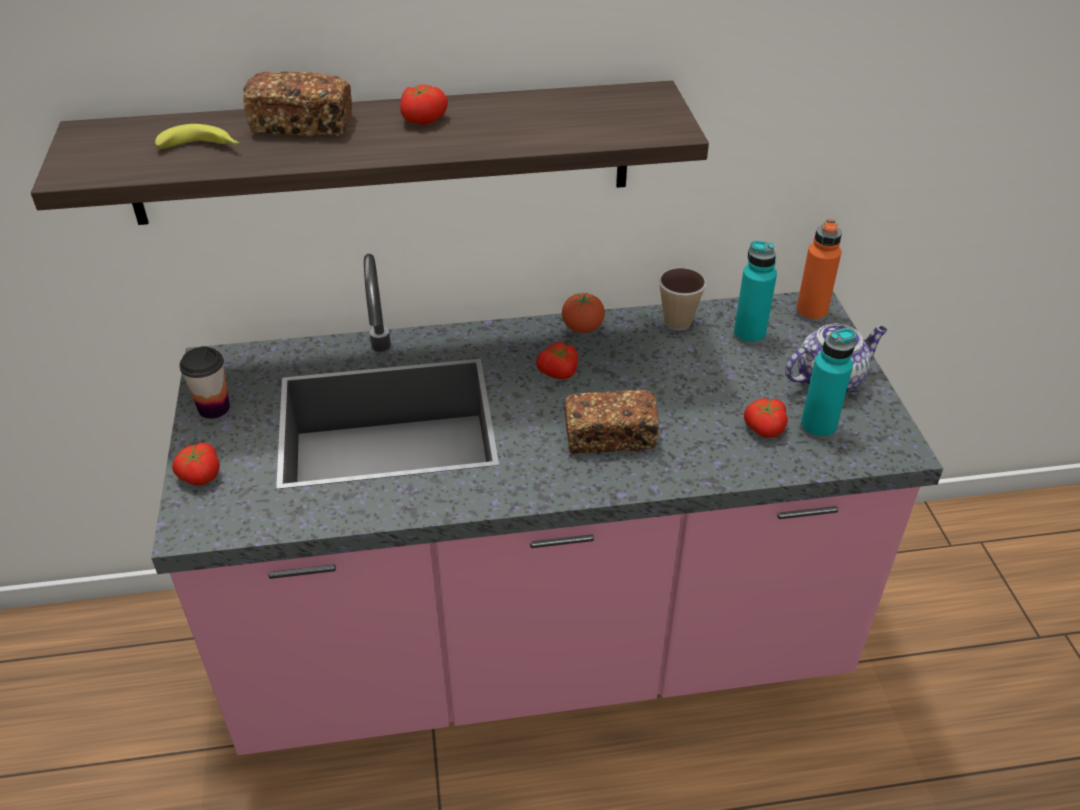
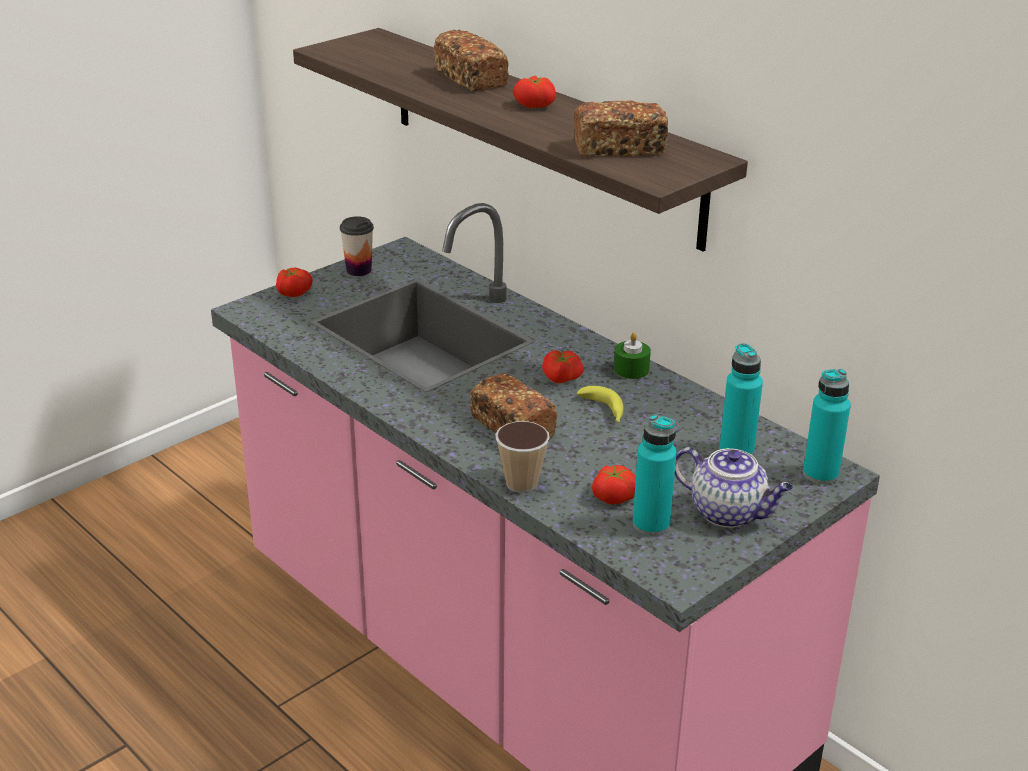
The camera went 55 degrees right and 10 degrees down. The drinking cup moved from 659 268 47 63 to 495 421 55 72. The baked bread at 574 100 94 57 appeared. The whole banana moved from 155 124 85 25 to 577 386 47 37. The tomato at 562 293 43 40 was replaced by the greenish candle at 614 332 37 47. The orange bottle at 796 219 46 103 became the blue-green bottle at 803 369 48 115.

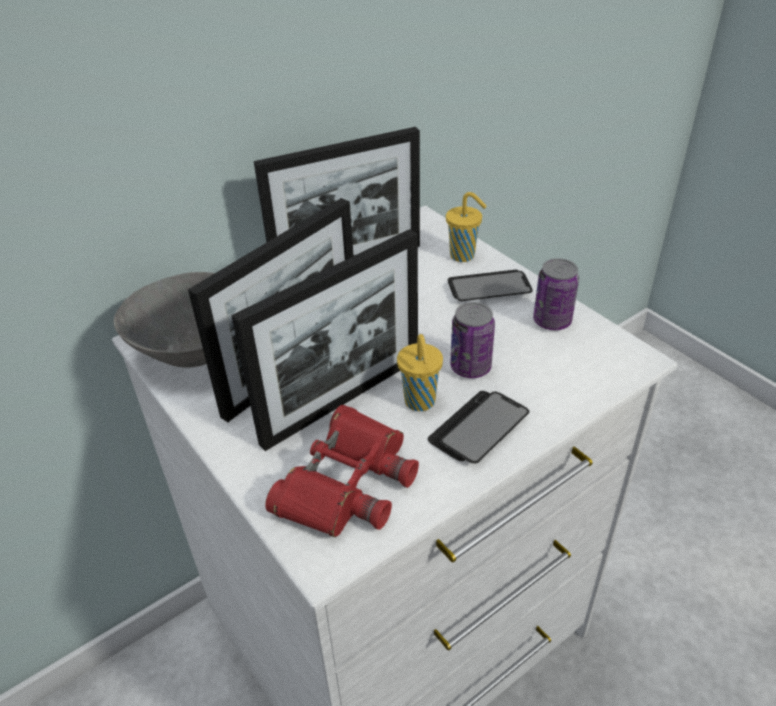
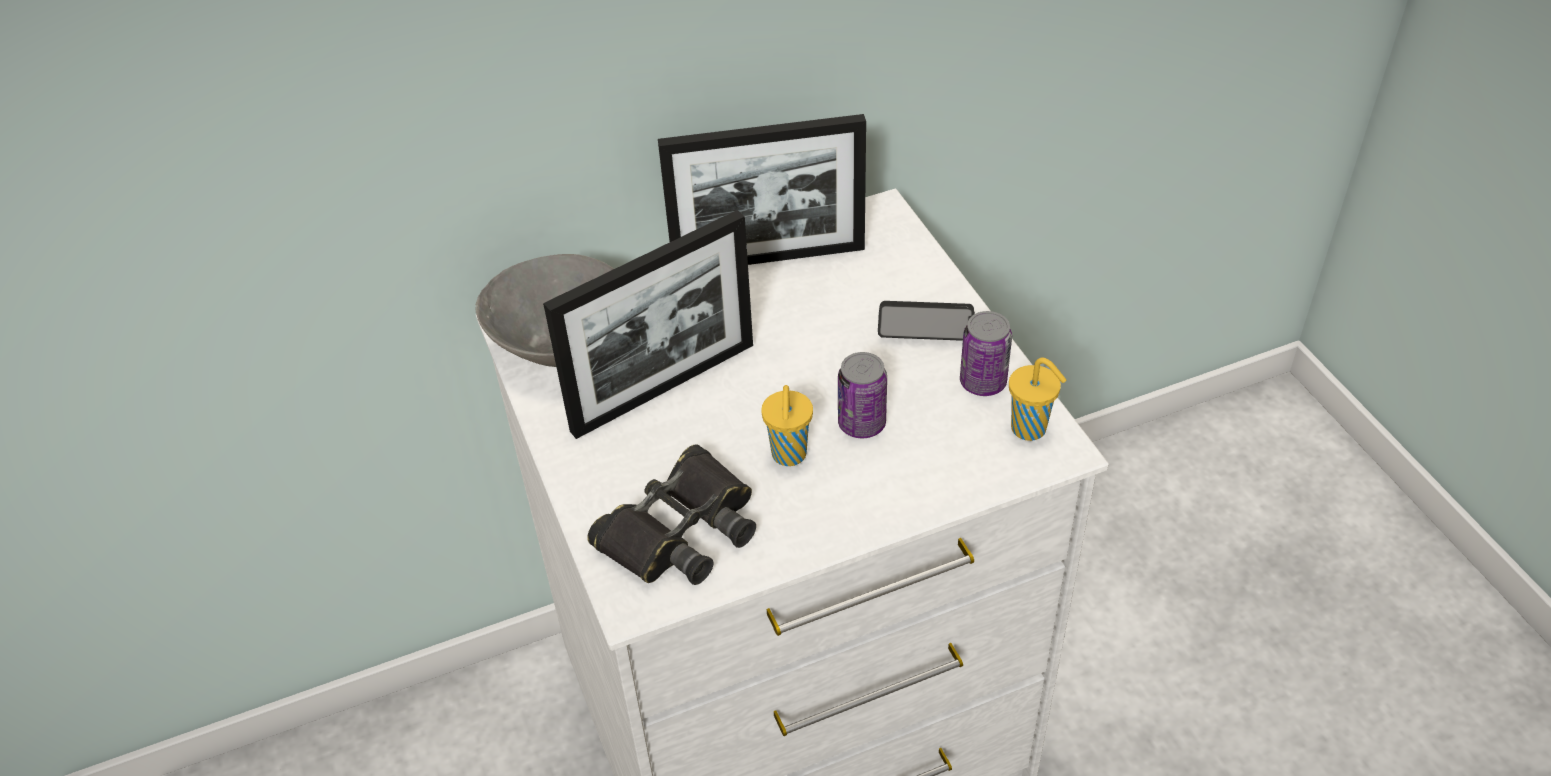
The camera went 15 degrees right and 5 degrees up. The red pair of binoculars at 265 405 154 132 became the black-coloured pair of binoculars at 587 444 169 141. The yellow-coloured drinking cup moved from 446 192 41 70 to 1009 357 57 84. The photo frame at 231 229 187 222 disappeared. The phone at 428 391 102 72 disappeared.

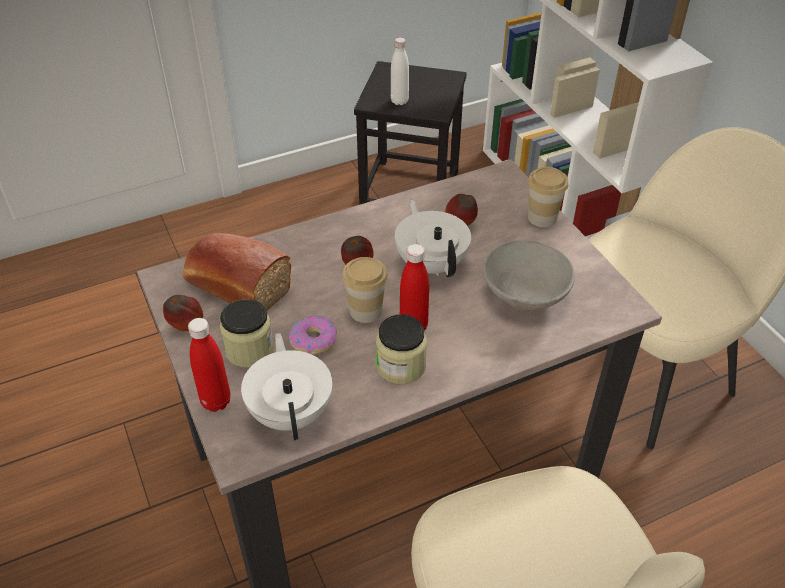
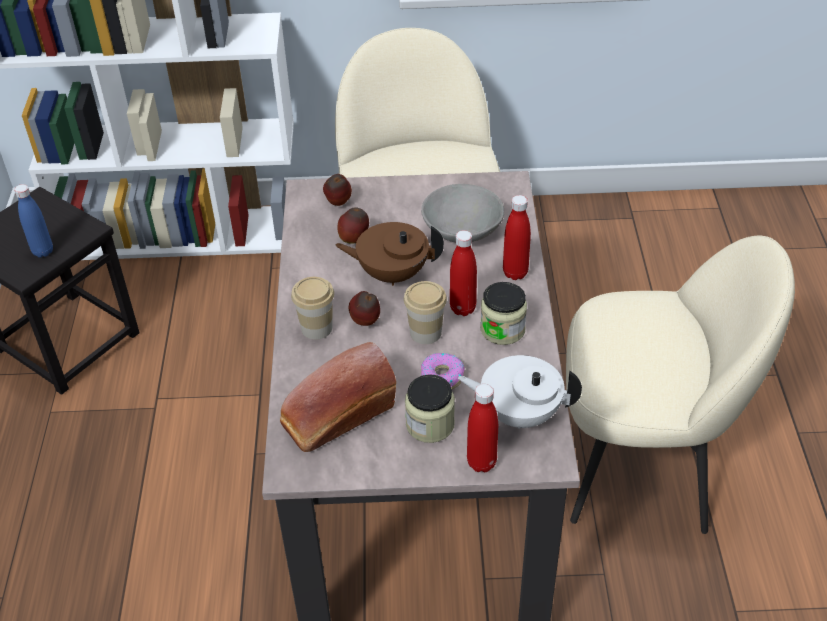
The camera went 65 degrees left and 0 degrees up. The whitish bottle at 391 37 18 68 became the blue bottle at 14 184 39 74. The drinking cup moved from 528 167 40 60 to 291 277 43 63. The whole apple moved from 163 295 40 36 to 323 174 29 32. The whitish teapot at 395 200 76 77 became the brown-coloured teapot at 335 222 109 64. The red bottle at 503 195 28 85 appeared.

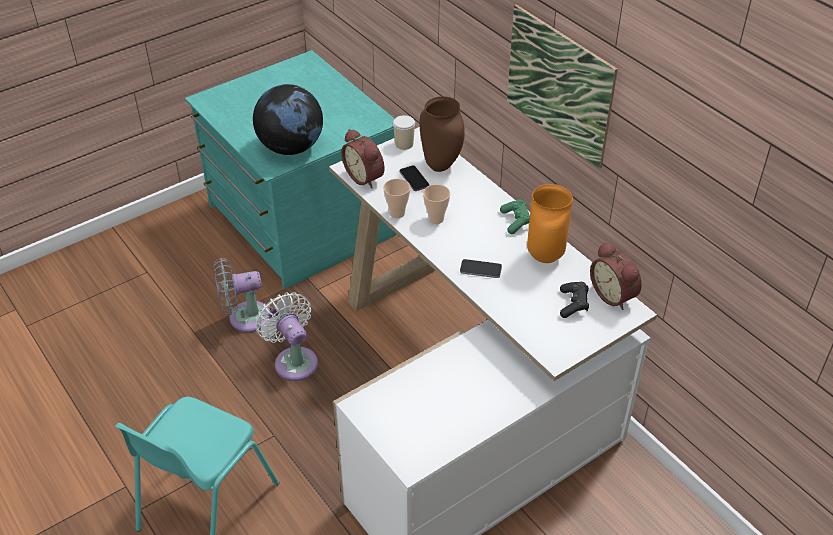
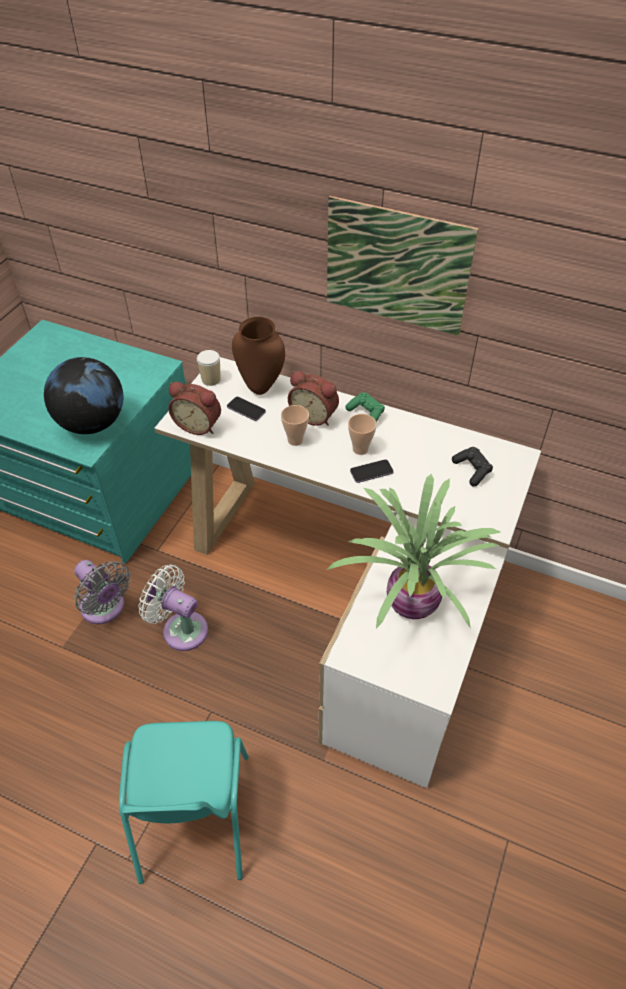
The camera went 30 degrees left and 5 degrees up. The grey cooling fan at 214 258 56 75 turned 90 degrees counterclockwise. The bedside clock moved from 590 242 52 68 to 288 371 51 55. The plant in a pot at 326 474 174 155 appeared. The drinking cup moved from 383 179 28 39 to 348 414 29 41. The orange vase at 527 184 46 79 disappeared.

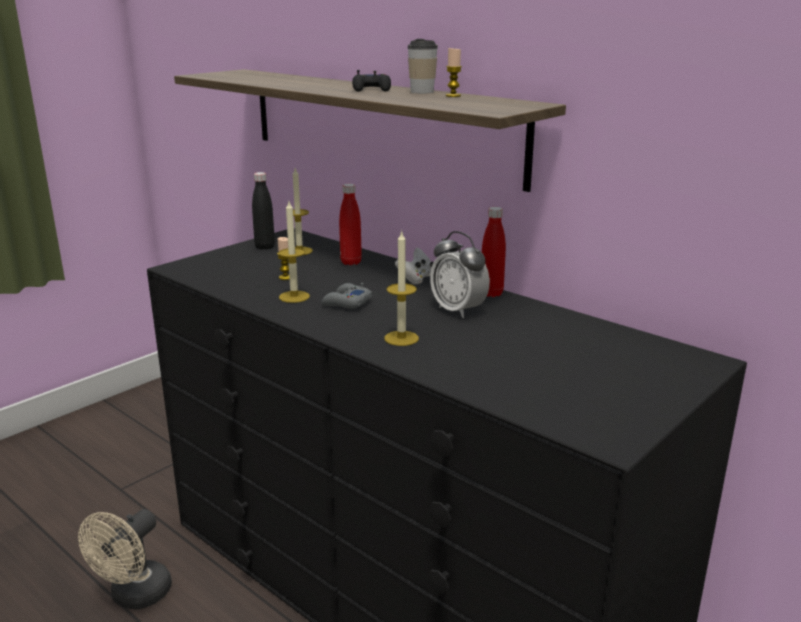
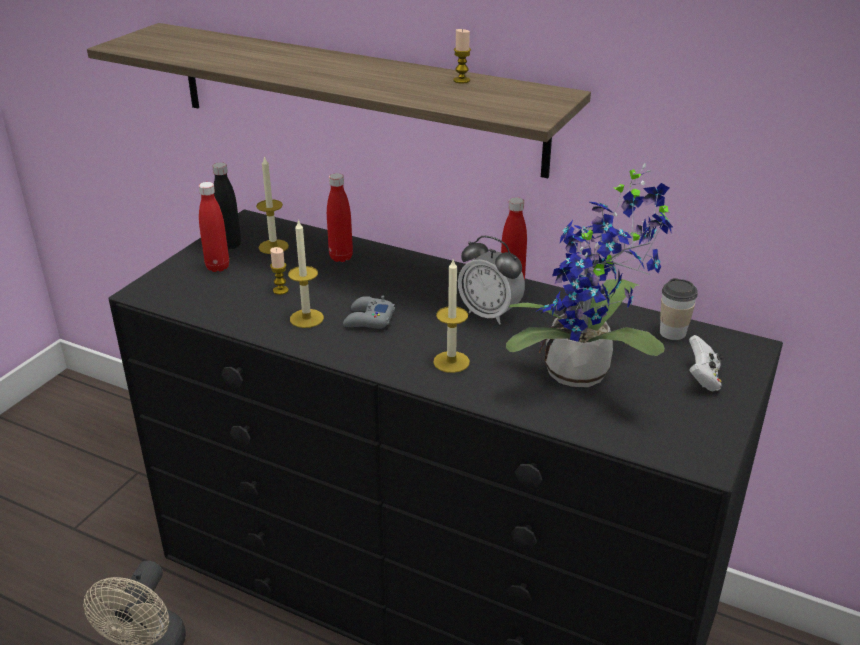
The camera went 15 degrees left and 10 degrees up. The red bottle at 199 182 30 90 appeared. The plant in a pot at 506 163 168 224 appeared. The drinking cup moved from 407 39 31 55 to 660 278 38 62. The whitish game controller moved from 395 248 39 37 to 689 335 34 56. The black-coloured game controller at 352 70 39 22 disappeared.

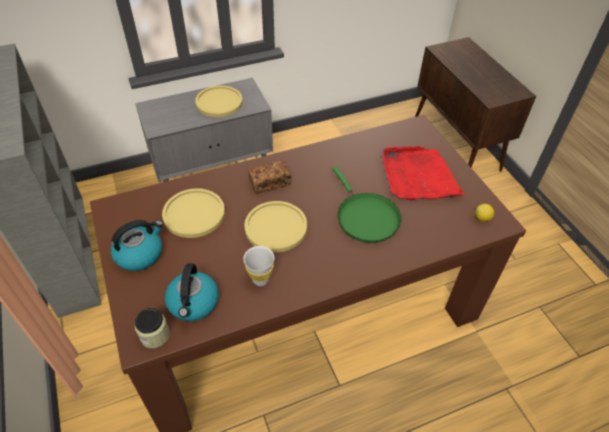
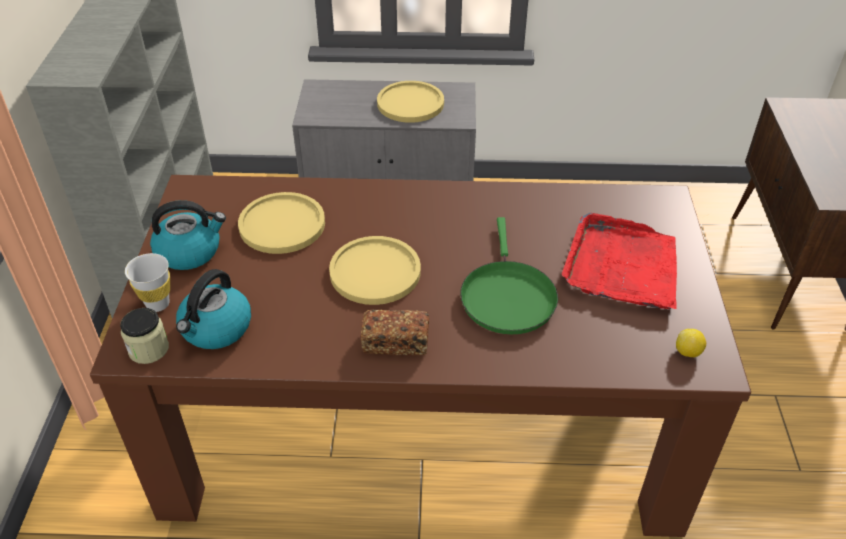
The camera went 25 degrees right and 5 degrees down. The whitish drinking cup moved from 243 246 31 40 to 125 253 45 59. The baked bread moved from 249 161 42 33 to 361 310 68 45.

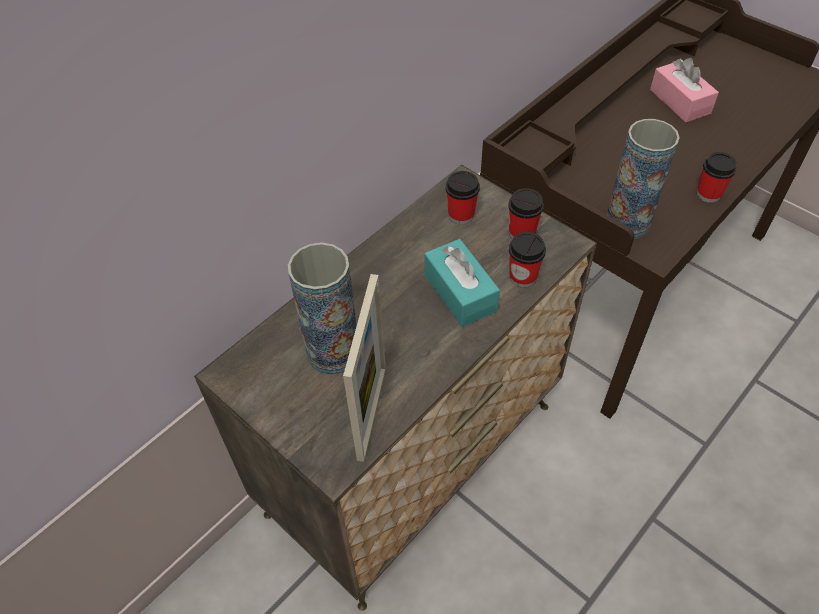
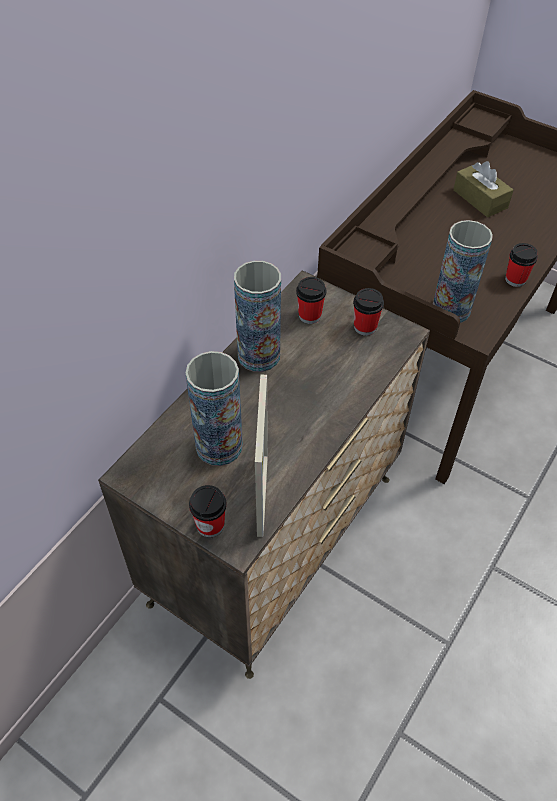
The camera went 10 degrees left and 0 degrees up. The drinking cup moved from 509 232 37 56 to 189 485 38 53. The vase at 234 261 47 111 appeared. The pink-coloured box of tissues at 650 58 69 64 became the brown-coloured box of tissues at 453 161 60 57. The blue-green box of tissues at 424 239 76 88 disappeared.

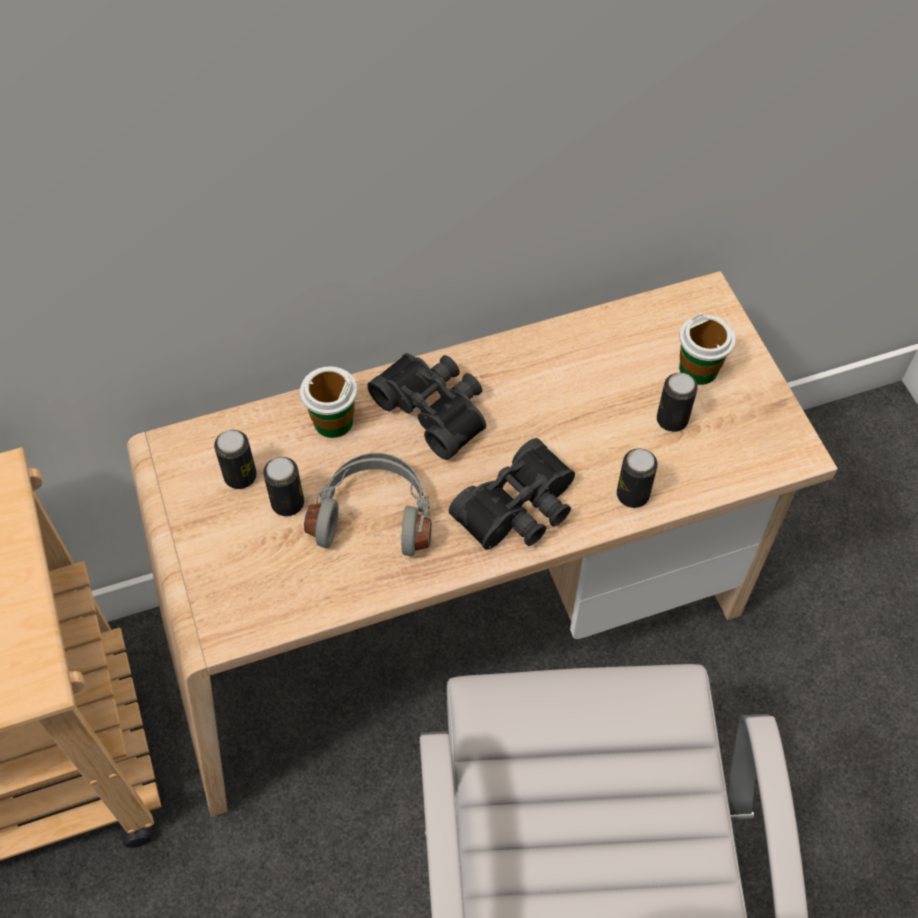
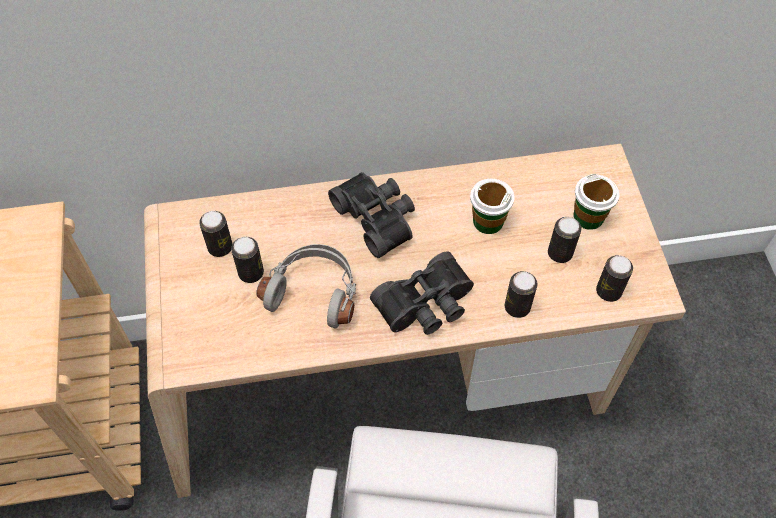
The camera went 10 degrees right and 0 degrees up. The drinking cup moved from 300 366 57 72 to 470 179 44 55. The metal can at 596 255 37 47 appeared.

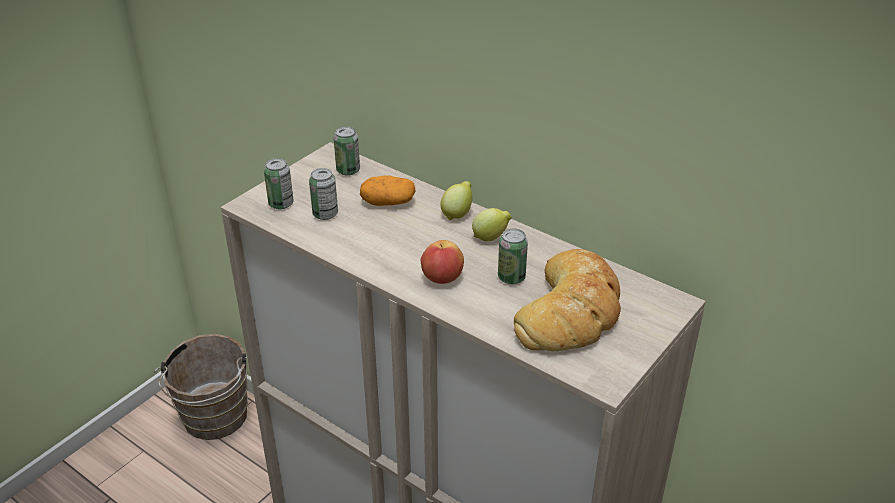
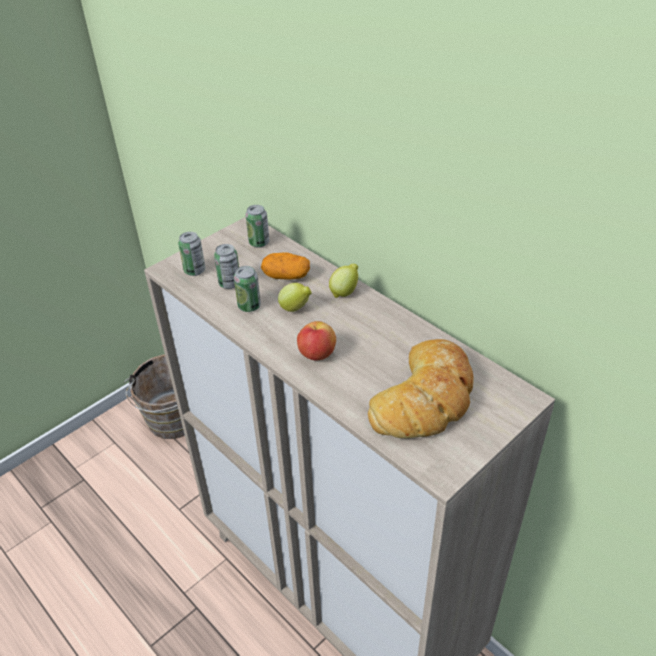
The camera went 10 degrees right and 5 degrees up. The metal can moved from 498 229 30 55 to 234 266 27 46. The whole lemon moved from 472 208 40 34 to 278 283 33 29.

